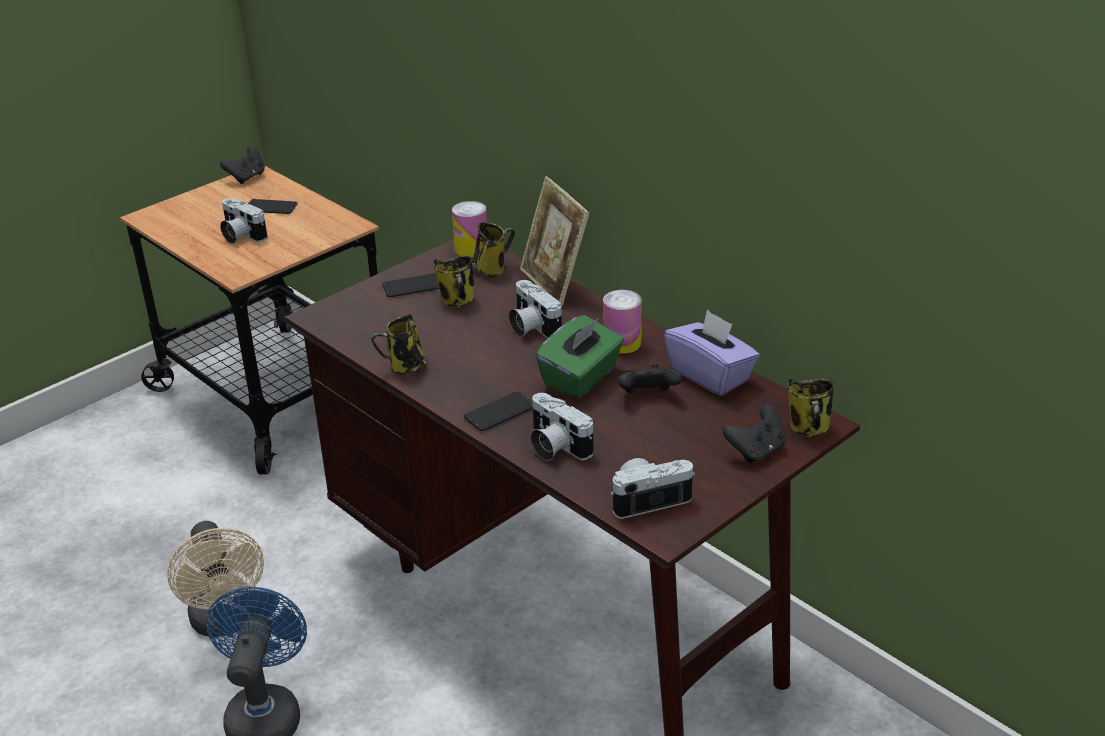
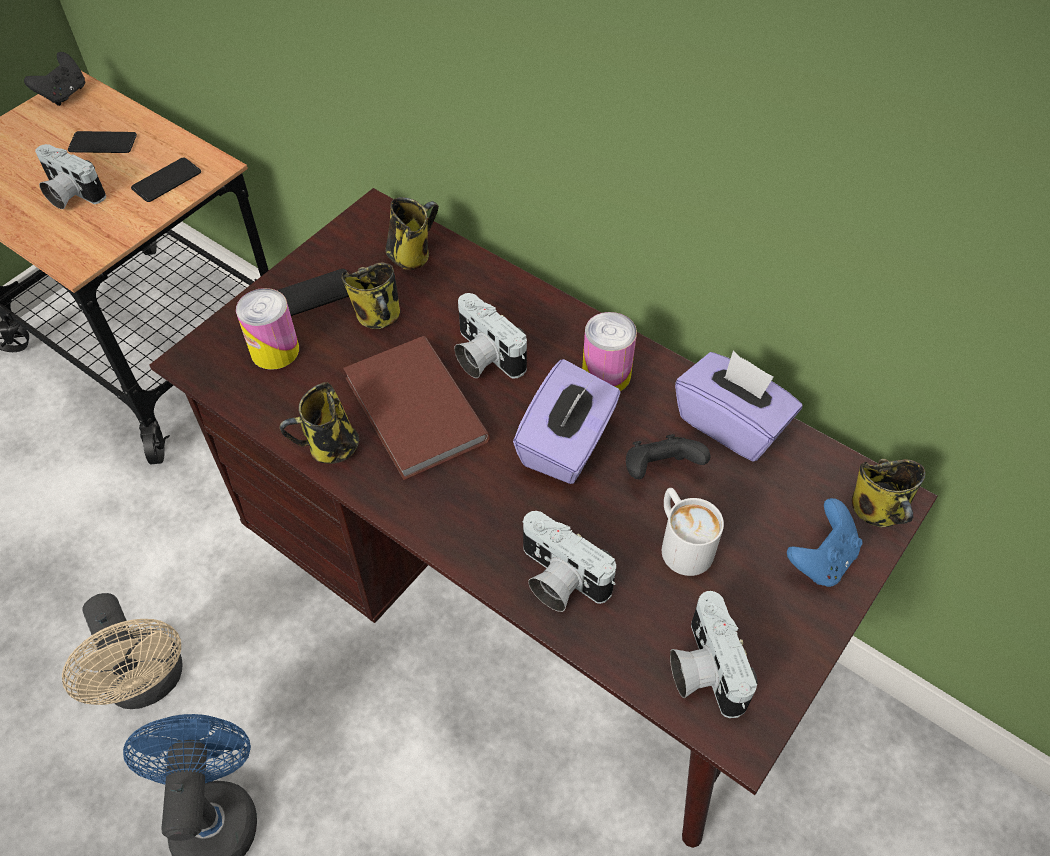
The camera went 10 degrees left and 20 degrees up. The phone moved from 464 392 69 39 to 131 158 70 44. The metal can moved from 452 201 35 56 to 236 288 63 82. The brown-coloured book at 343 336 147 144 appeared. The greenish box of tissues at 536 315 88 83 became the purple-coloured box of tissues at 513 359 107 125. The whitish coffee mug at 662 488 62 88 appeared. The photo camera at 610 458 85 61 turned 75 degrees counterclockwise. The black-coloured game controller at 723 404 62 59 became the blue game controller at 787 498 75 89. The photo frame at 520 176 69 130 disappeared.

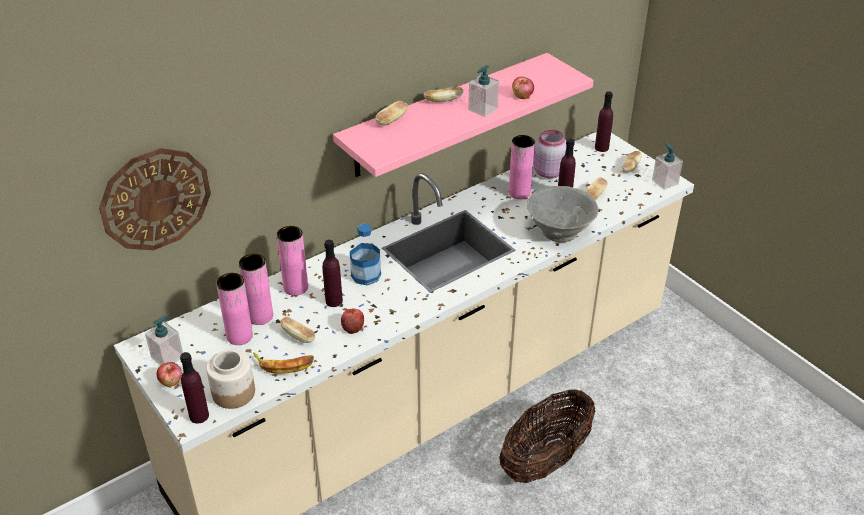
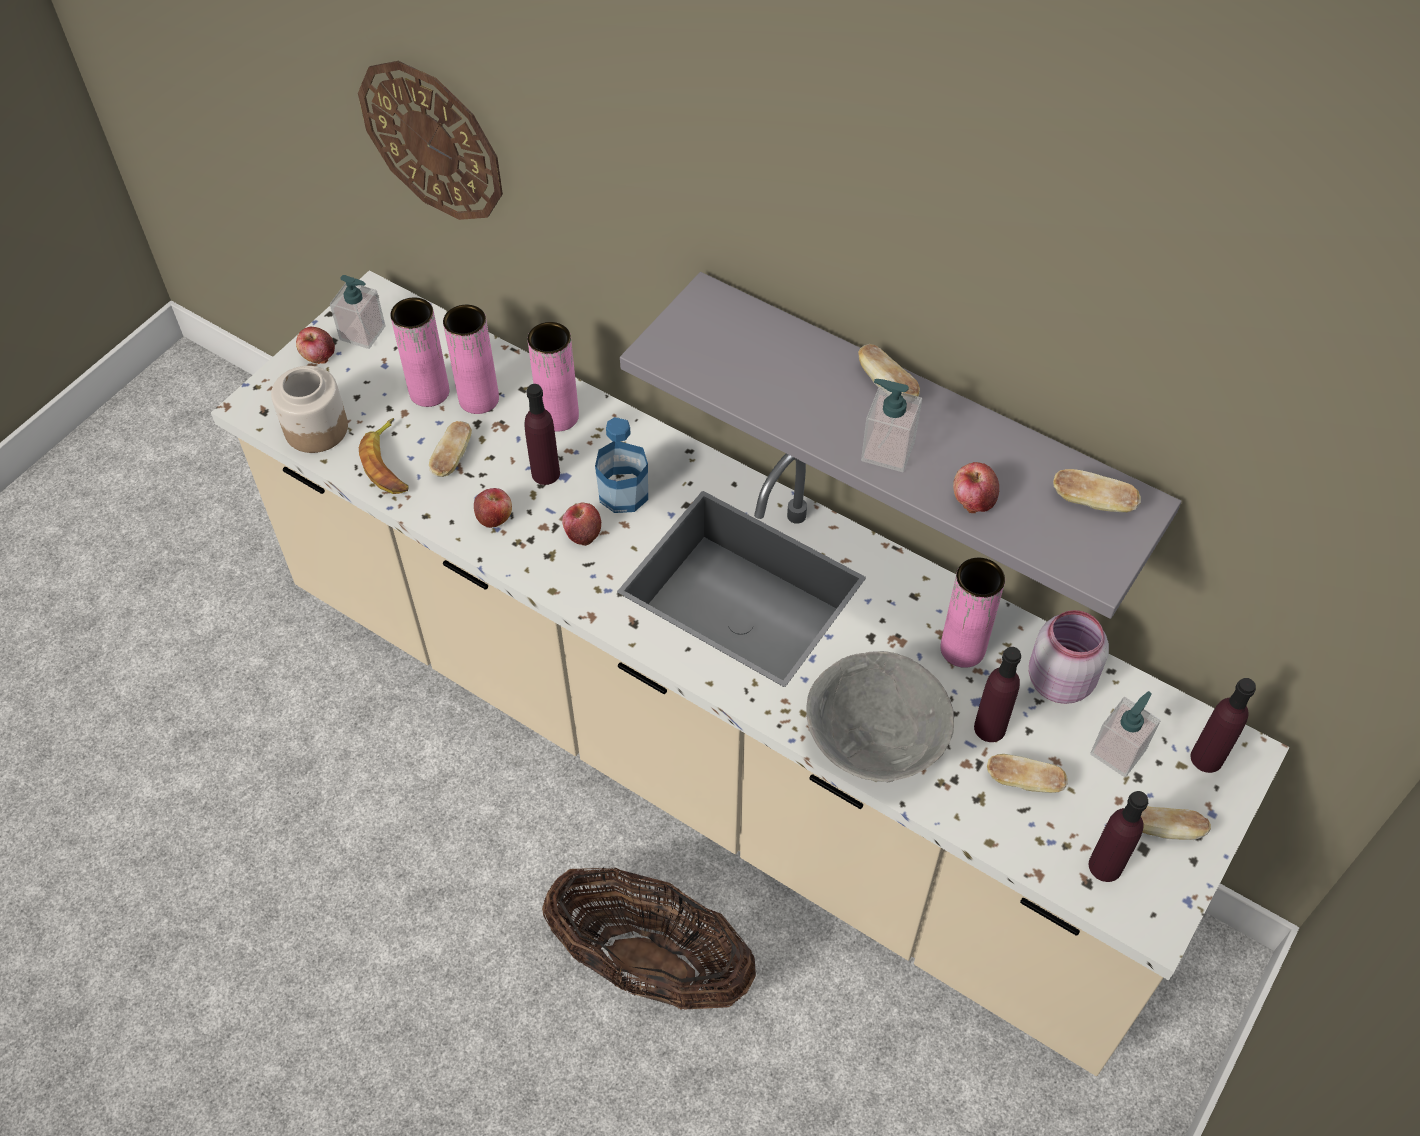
The camera went 70 degrees right and 15 degrees up. The whole apple at 562 503 39 43 appeared. The pink-coloured wall shelf at 333 53 261 124 became the grey wall shelf at 620 272 562 347. The baked bread moved from 375 101 33 25 to 1053 469 88 43. The purple-coloured bottle moved from 180 352 29 72 to 1089 791 59 91. The soap bottle moved from 652 143 31 47 to 1090 691 71 86.

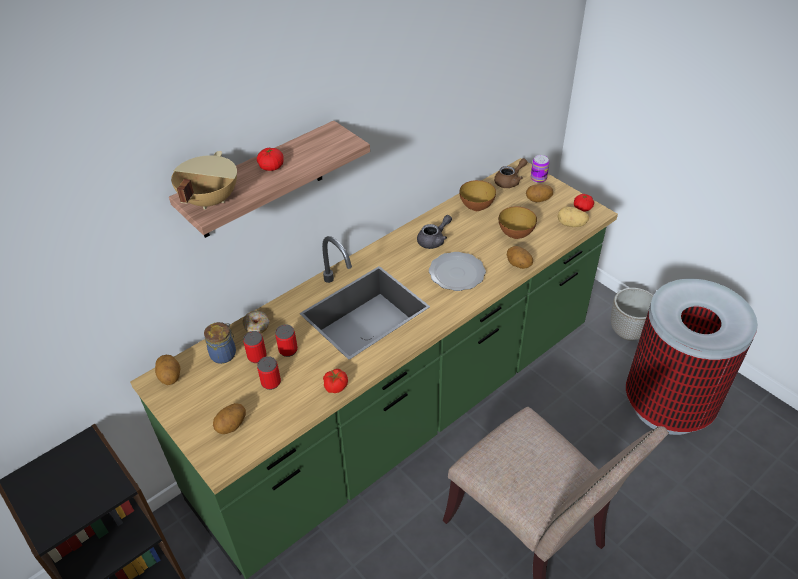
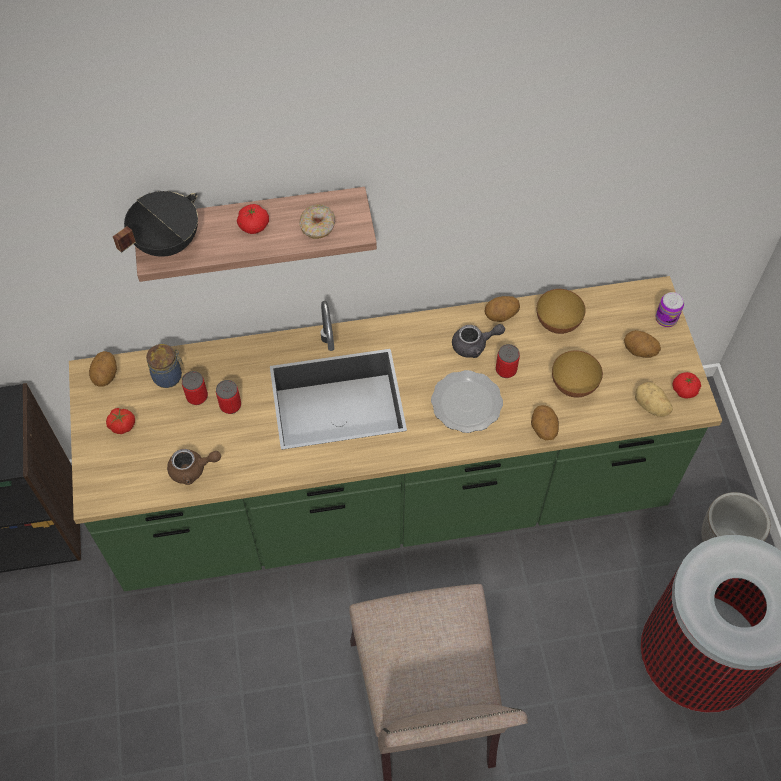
The camera went 30 degrees right and 15 degrees up. The tomato moved from 323 369 25 24 to 106 408 29 26. The beige-coloured saucepot at 171 151 66 59 became the black-coloured saucepot at 113 191 85 66. The brown-coloured teapot moved from 494 158 34 30 to 167 449 54 36. The donut moved from 242 310 27 23 to 299 204 36 35. The potato moved from 213 403 33 31 to 485 296 35 26. The metal can moved from 257 356 24 34 to 496 344 24 34.

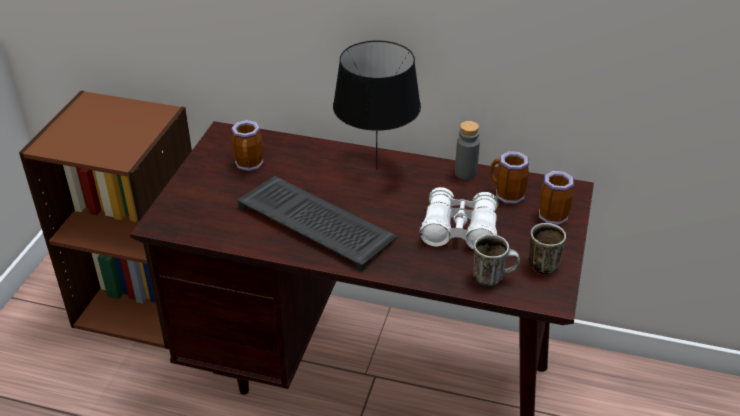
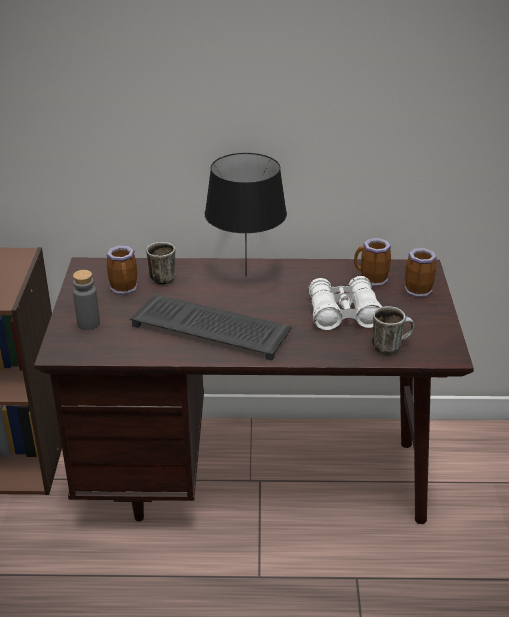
The camera went 15 degrees left and 5 degrees down. The grey bottle moved from 455 121 25 59 to 73 270 27 60. The coffee mug moved from 529 223 37 51 to 146 242 29 43.

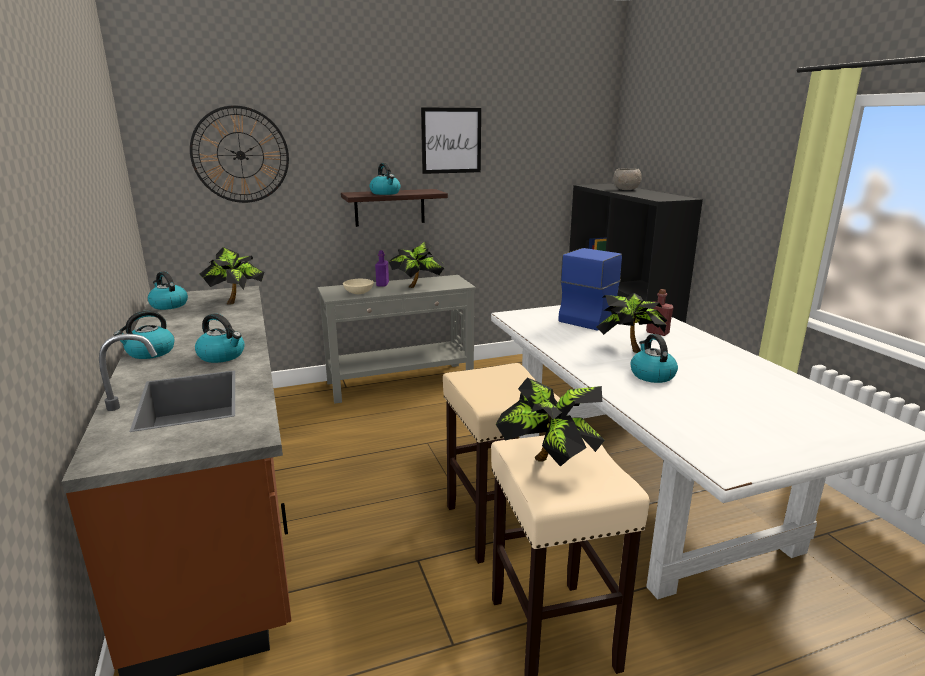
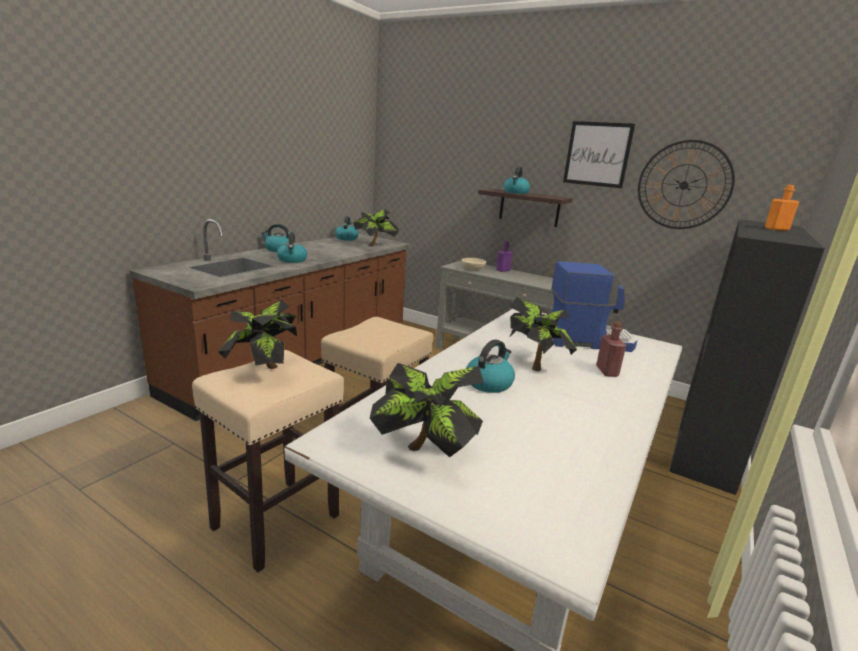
The camera went 50 degrees right and 0 degrees up. The plant in a pot moved from 389 241 55 47 to 370 363 114 94. The wall clock moved from 190 105 99 98 to 638 140 97 89. The grey serving bowl at 613 168 29 22 was replaced by the orange bottle at 765 185 34 46.

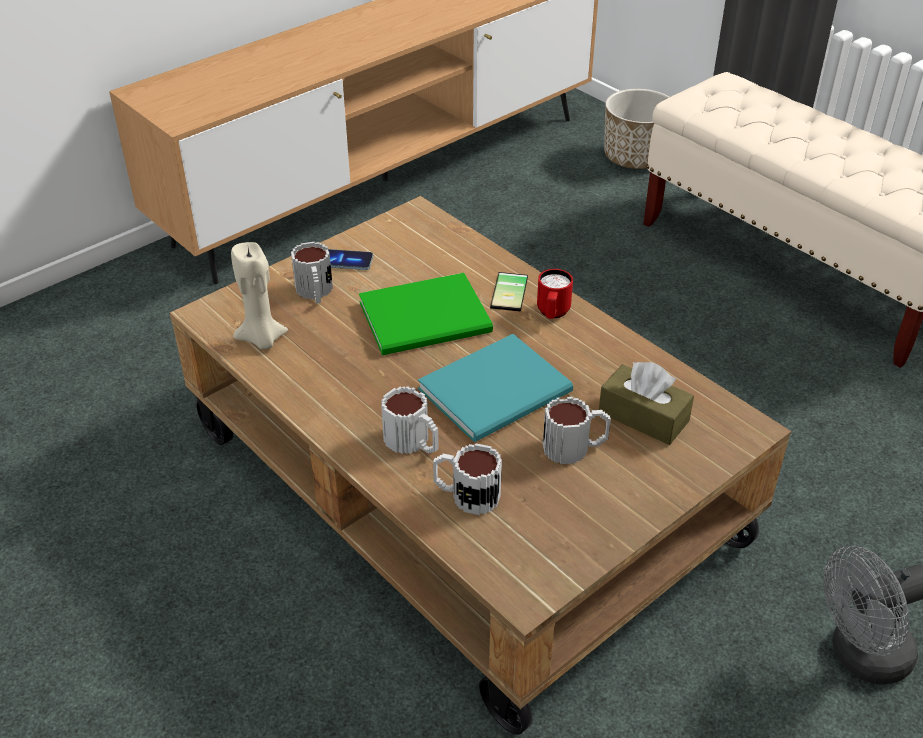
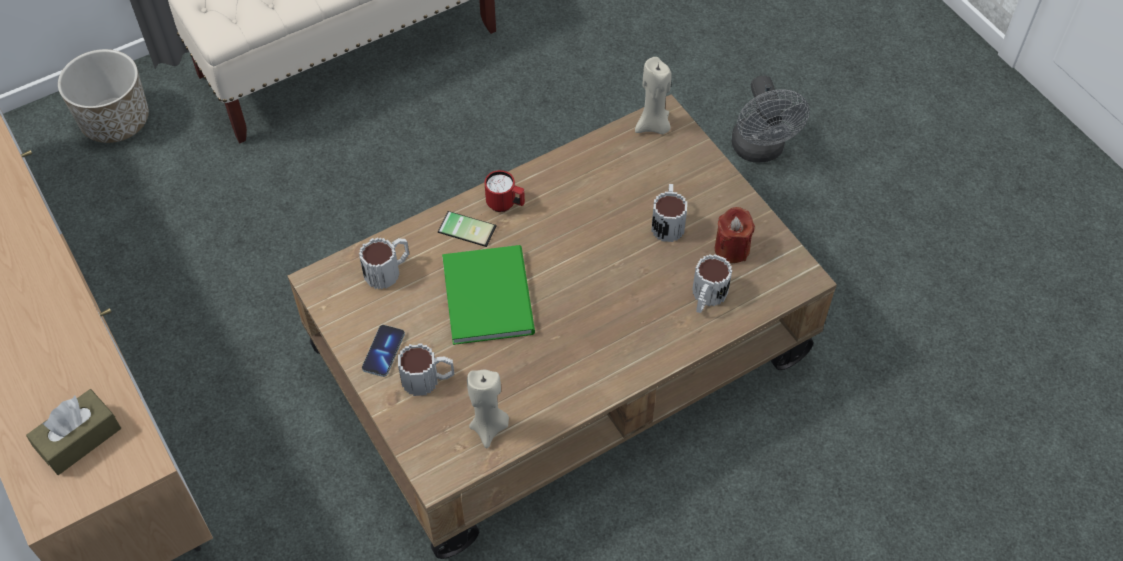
The camera went 80 degrees left and 15 degrees up. The brown-coloured box of tissues moved from 599 362 95 83 to 26 389 95 86. The coffee mug moved from 381 386 57 68 to 359 237 50 53. The beige-coloured candle at 635 57 37 77 appeared. The red candle at 714 207 41 56 appeared. The blue-green book at 418 334 155 108 disappeared.

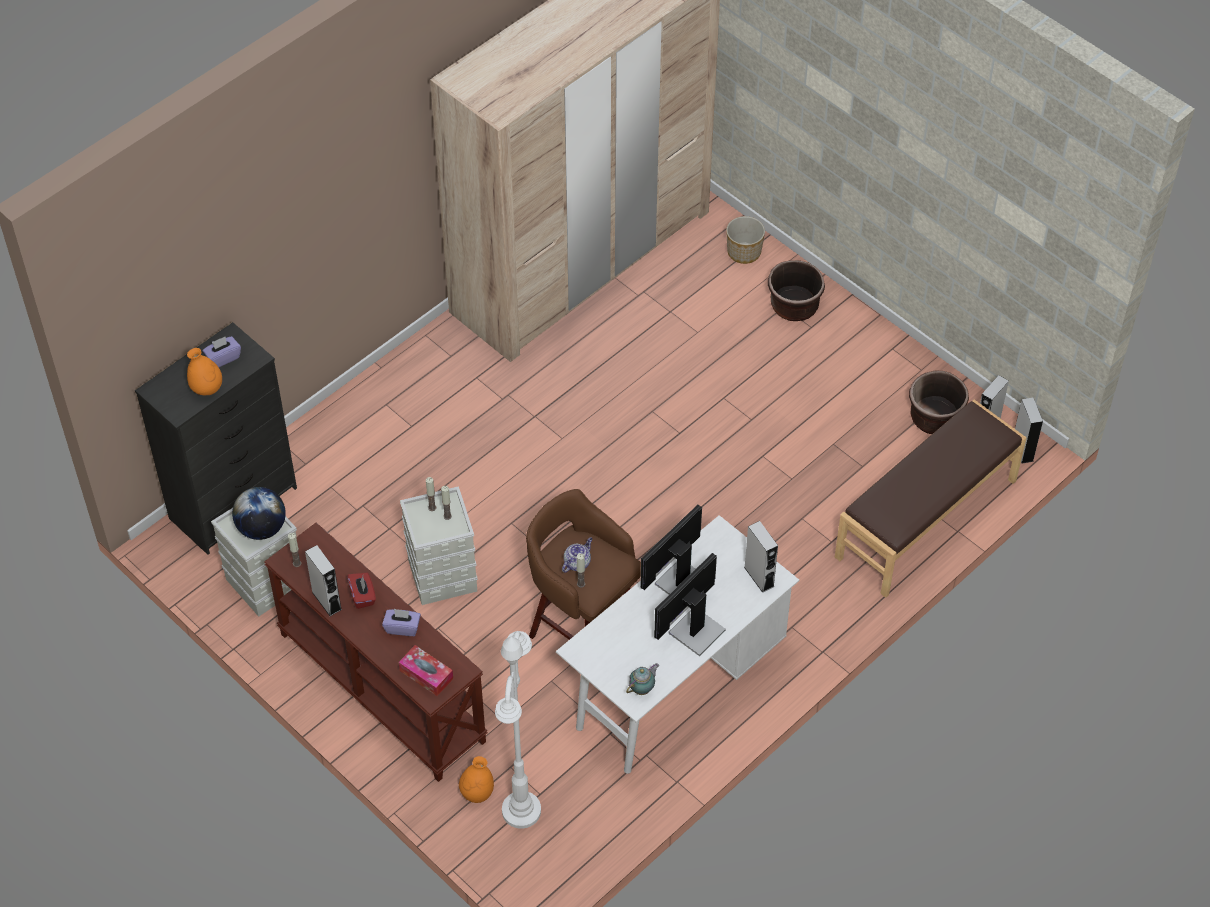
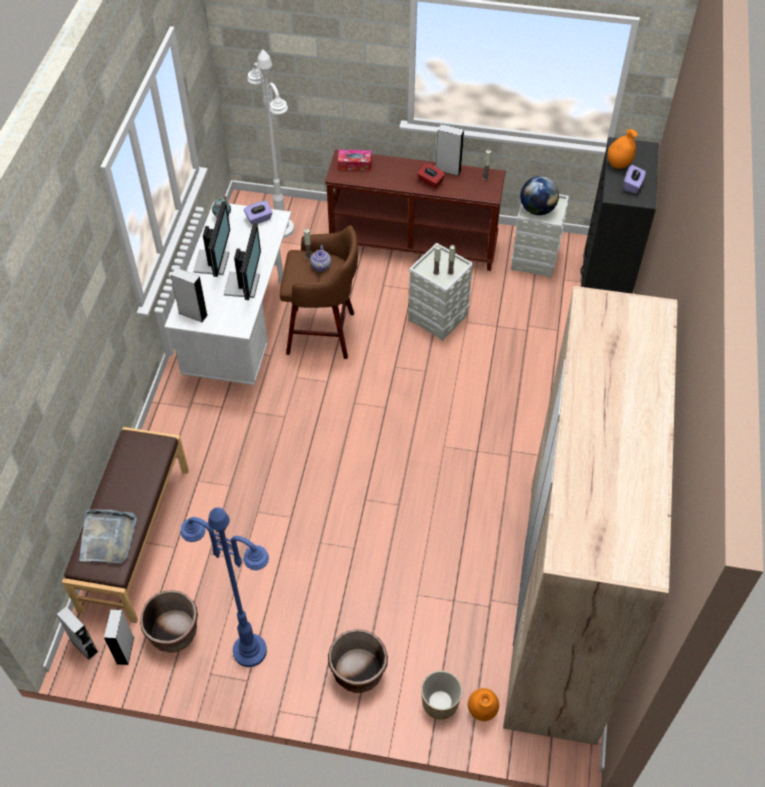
The camera went 145 degrees right and 0 degrees up. The grey tray at 79 509 58 54 appeared. The blue floor lamp at 181 507 88 160 appeared. The purple-coloured box of tissues moved from 382 609 39 27 to 244 201 29 24. The orange vase moved from 459 756 35 47 to 468 688 31 33.

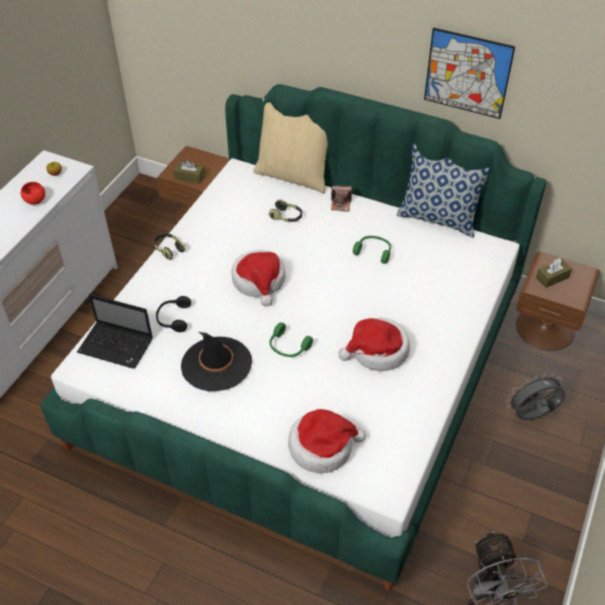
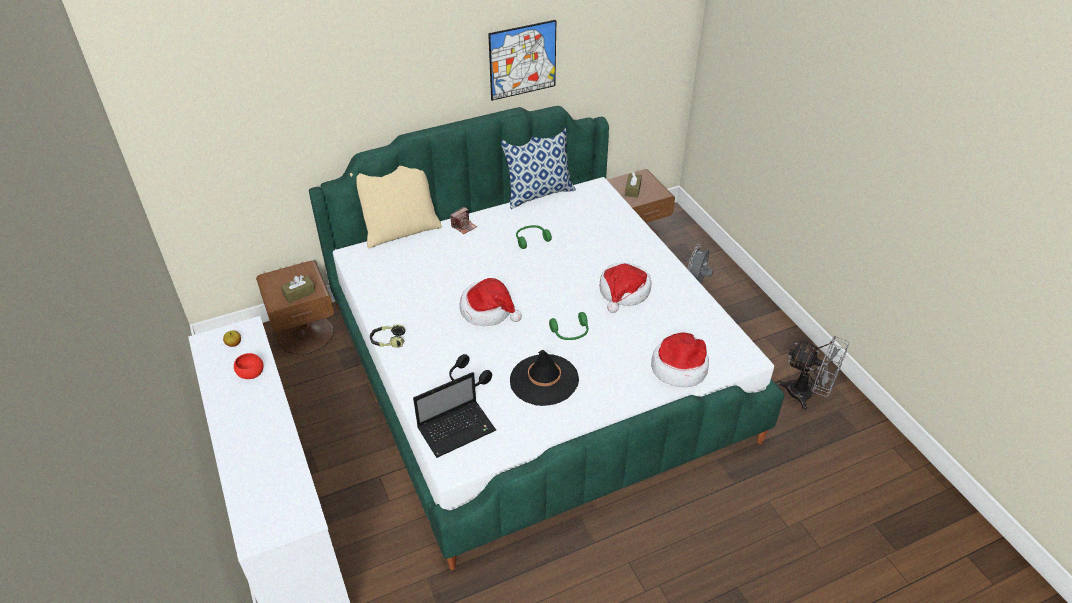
The camera went 50 degrees left and 5 degrees down. The headphones at 269 200 33 22 disappeared.

